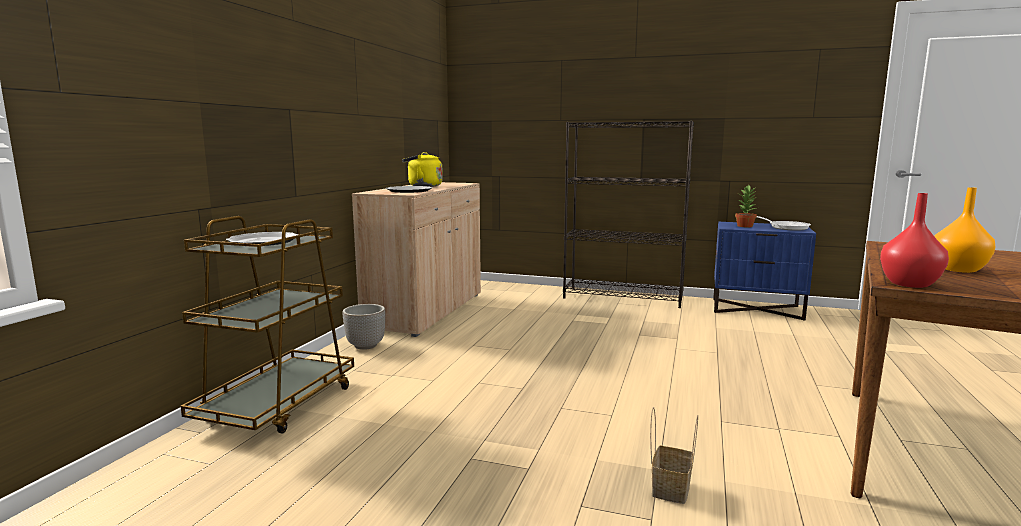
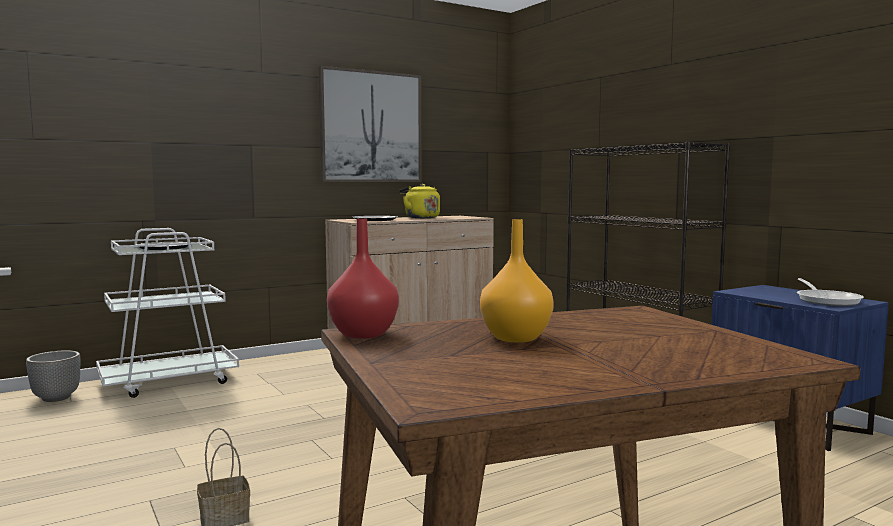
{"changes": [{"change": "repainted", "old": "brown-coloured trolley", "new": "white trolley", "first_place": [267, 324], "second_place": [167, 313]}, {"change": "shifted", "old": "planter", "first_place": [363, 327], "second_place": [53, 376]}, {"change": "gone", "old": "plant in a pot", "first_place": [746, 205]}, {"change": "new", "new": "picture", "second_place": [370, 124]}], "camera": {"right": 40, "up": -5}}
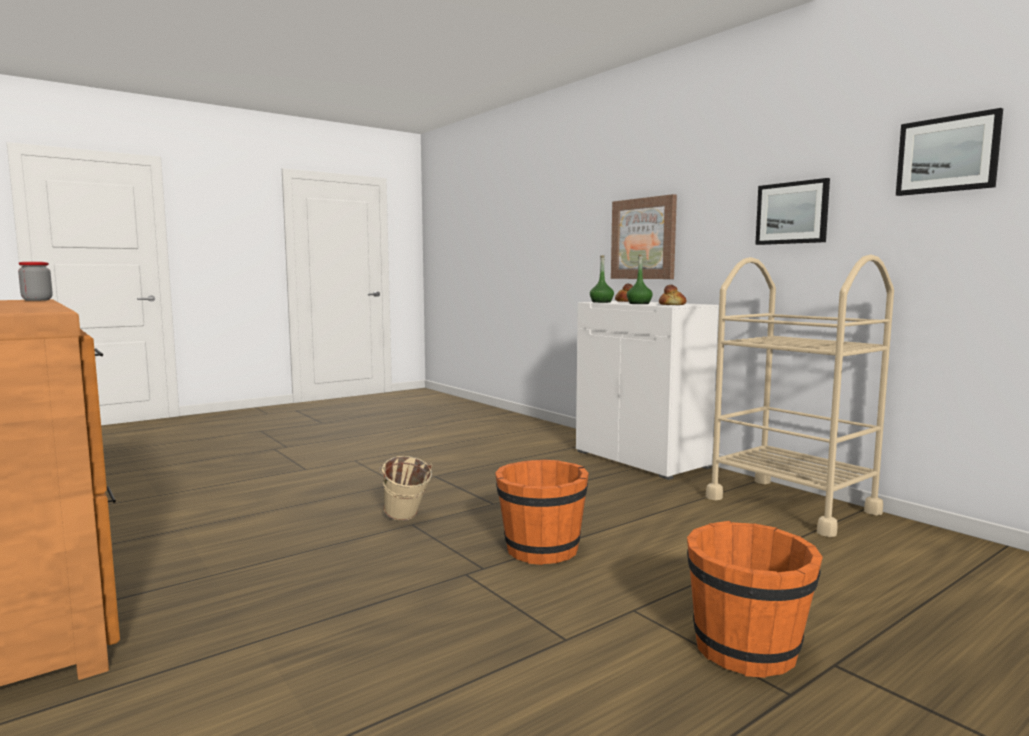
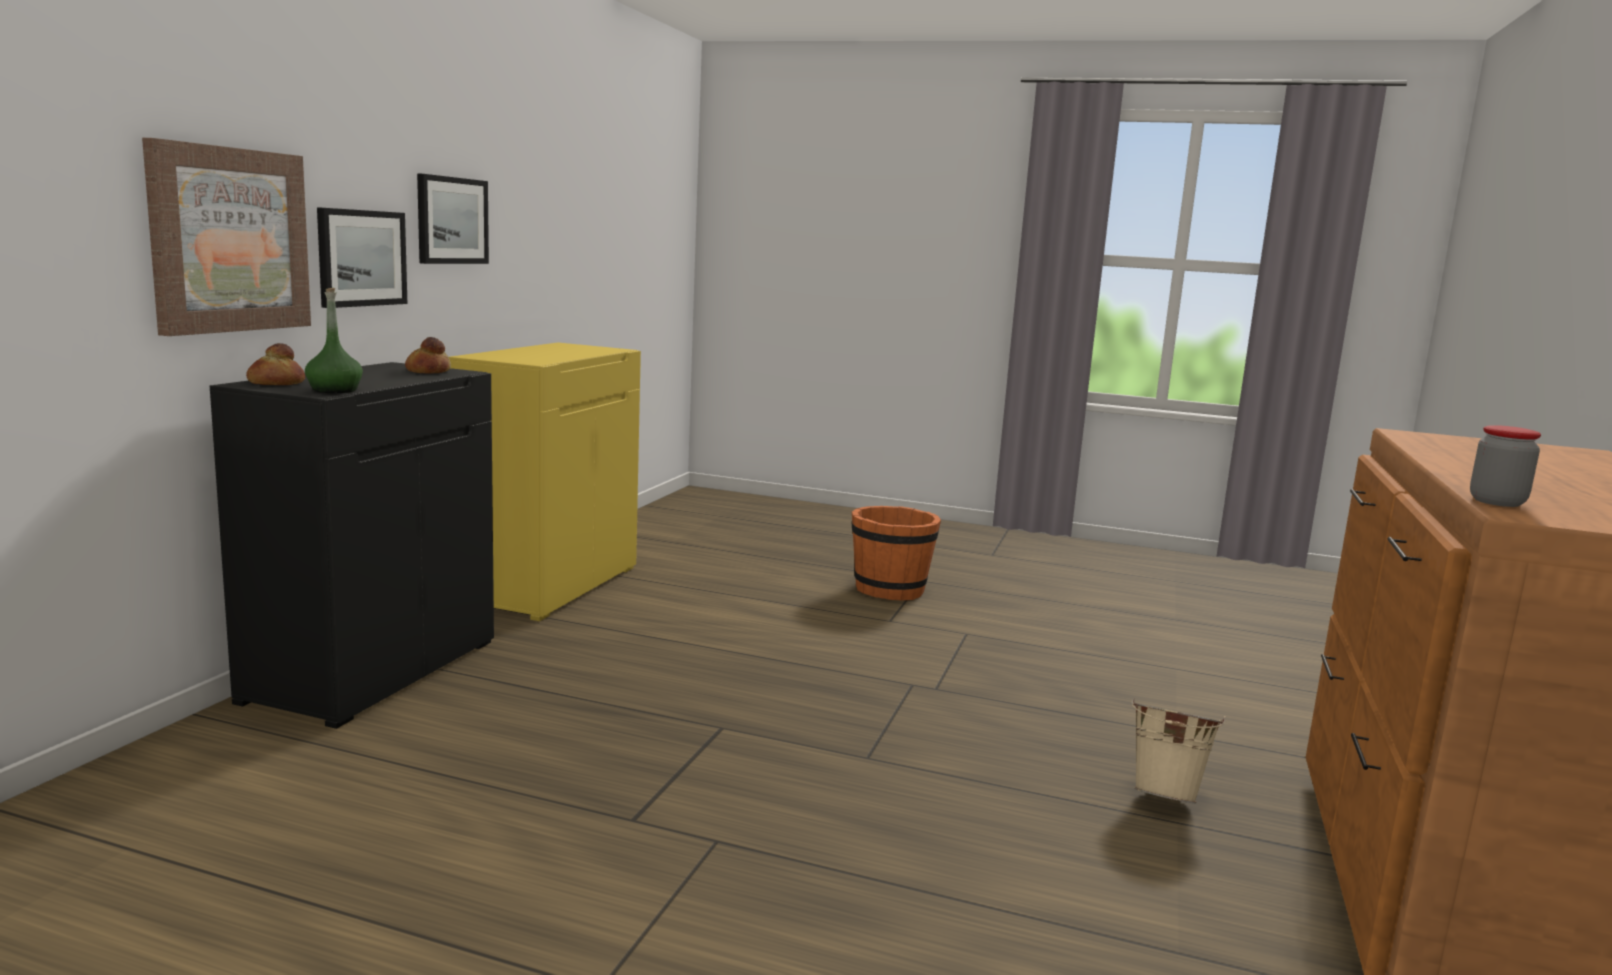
{"changes": [{"change": "shifted", "old": "sand-coloured pail", "first_place": [405, 488], "second_place": [1179, 750]}, {"change": "gone", "old": "orange pail", "first_place": [542, 512]}, {"change": "repainted", "old": "white cabinet", "new": "blackish cabinet", "first_place": [647, 390], "second_place": [352, 545]}, {"change": "gone", "old": "green beverage bottle", "first_place": [640, 279]}, {"change": "swapped", "old": "sand-coloured trolley", "new": "yellowish cabinet", "first_place": [800, 395], "second_place": [545, 482]}, {"change": "shifted", "old": "picture", "first_place": [949, 152], "second_place": [362, 257]}], "camera": {"right": -125, "up": 5}}
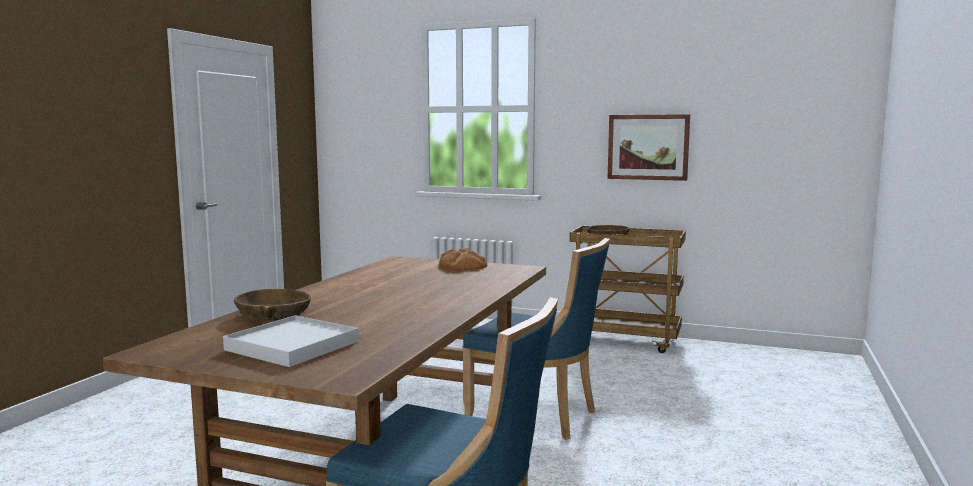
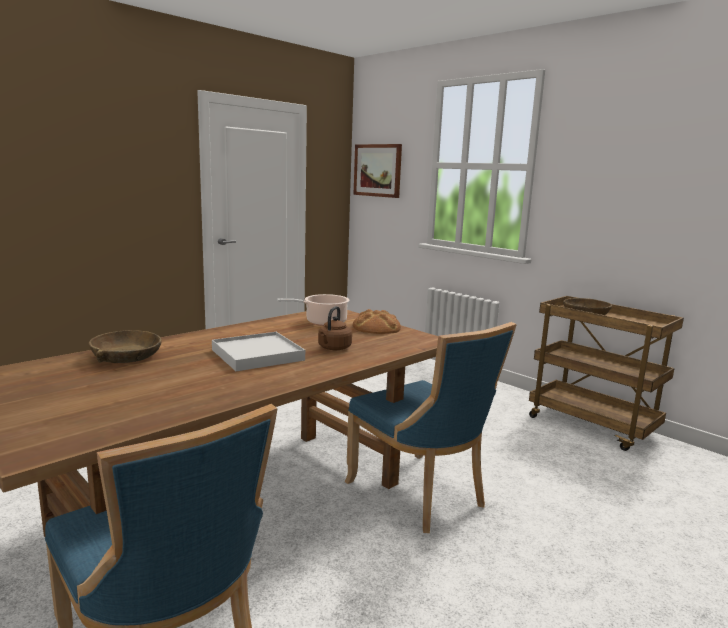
{"changes": [{"change": "shifted", "old": "white serving tray", "first_place": [291, 341], "second_place": [258, 351]}, {"change": "shifted", "old": "picture", "first_place": [649, 147], "second_place": [377, 171]}, {"change": "new", "new": "cooking pot", "second_place": [313, 310]}, {"change": "new", "new": "brown-coloured kettle", "second_place": [335, 328]}], "camera": {"right": 25, "up": 5}}
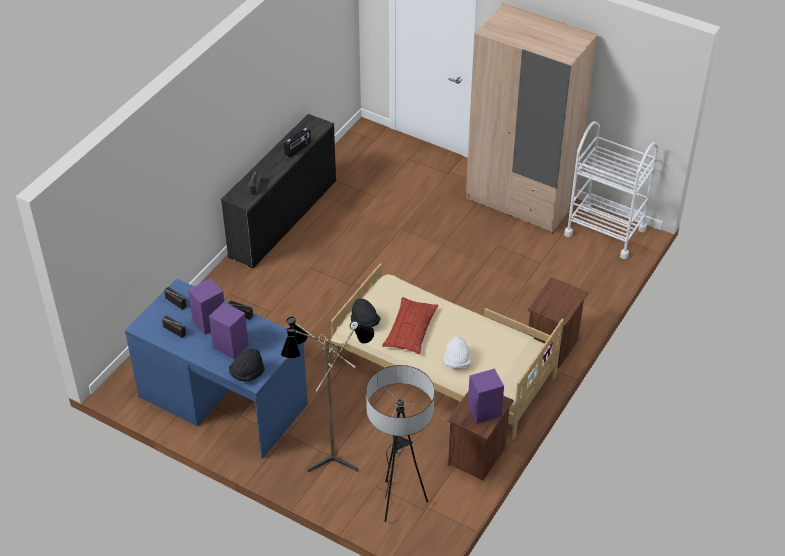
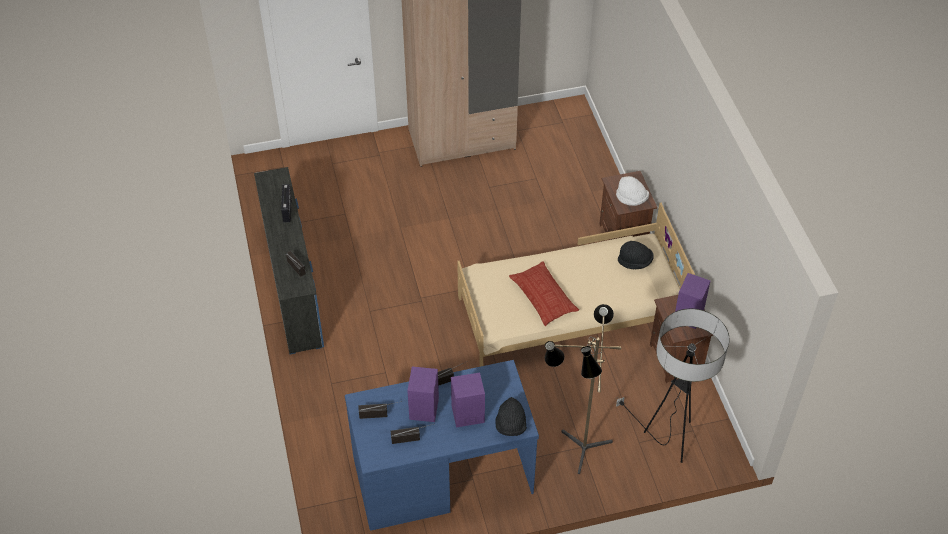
{"changes": [{"change": "repainted", "old": "blackish drawer chest", "new": "bluish drawer chest", "first_place": [278, 190], "second_place": [289, 260]}, {"change": "shifted", "old": "blackish hat", "first_place": [366, 313], "second_place": [636, 255]}, {"change": "shifted", "old": "white hat", "first_place": [457, 352], "second_place": [632, 191]}, {"change": "gone", "old": "white trolley", "first_place": [611, 190]}], "camera": {"right": -45, "up": 5}}
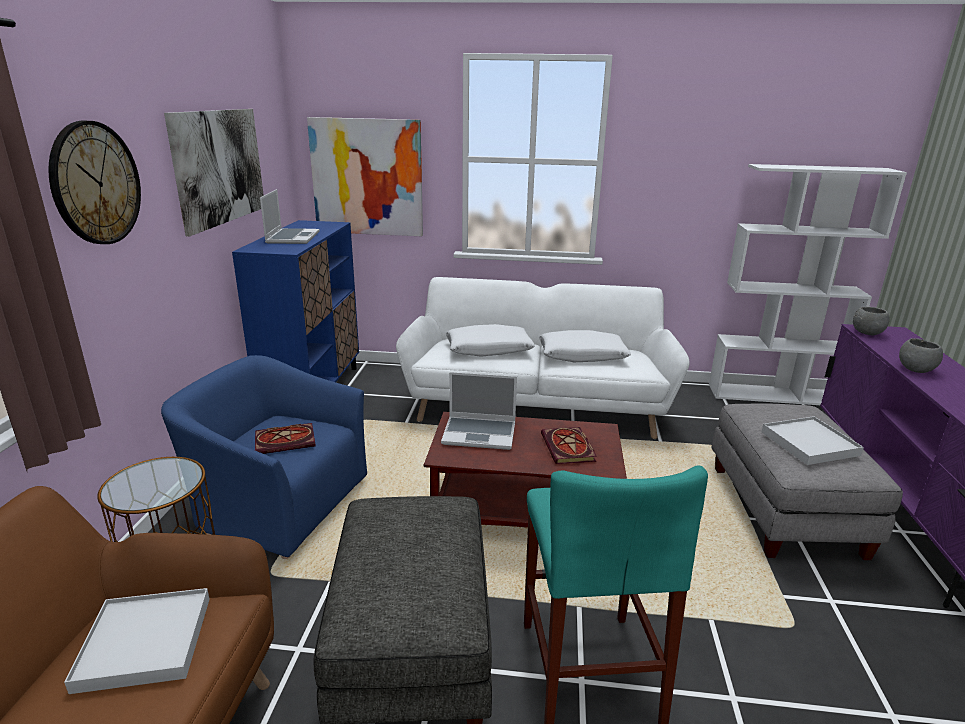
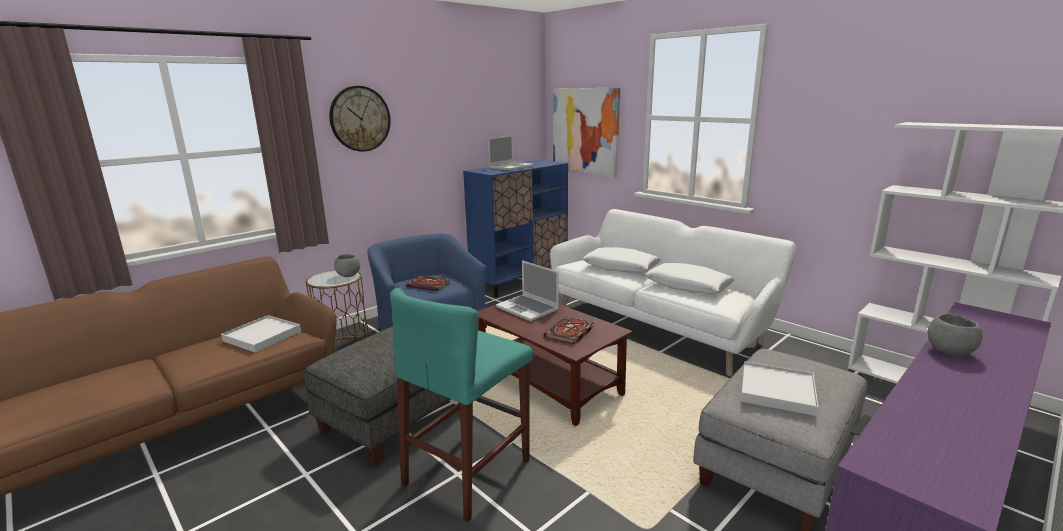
{"changes": [{"change": "gone", "old": "picture", "first_place": [214, 173]}, {"change": "shifted", "old": "grey serving bowl", "first_place": [871, 321], "second_place": [347, 265]}], "camera": {"right": 40, "up": -5}}
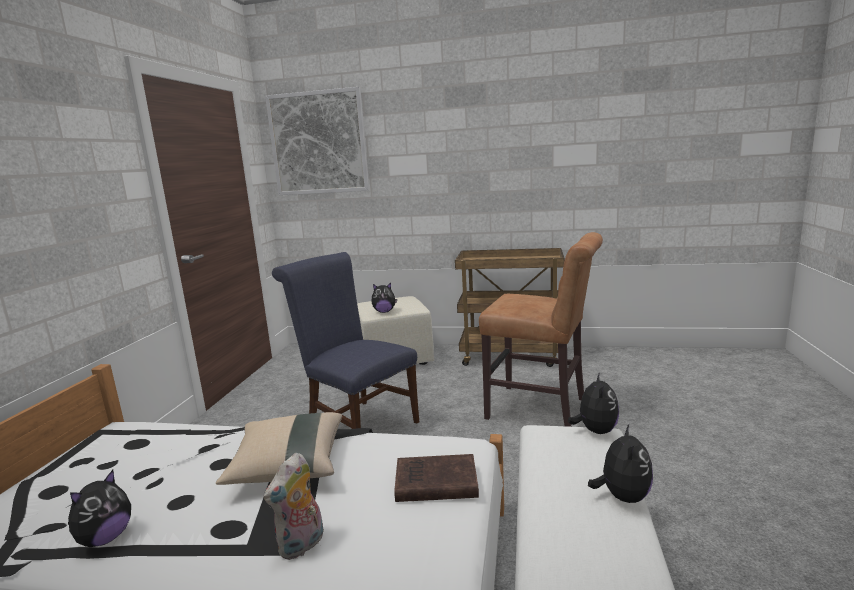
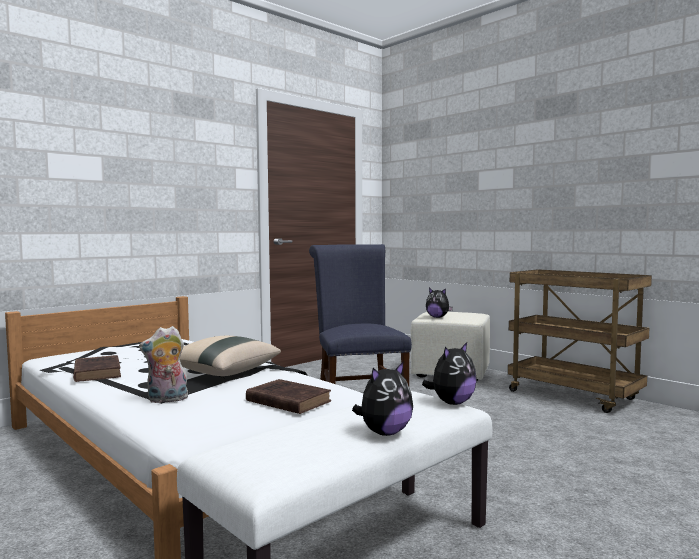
{"changes": [{"change": "swapped", "old": "cuddly toy", "new": "brown-coloured volume", "first_place": [99, 508], "second_place": [97, 368]}, {"change": "gone", "old": "picture", "first_place": [317, 141]}, {"change": "gone", "old": "brown-coloured plain chair", "first_place": [541, 329]}], "camera": {"right": 35, "up": -10}}
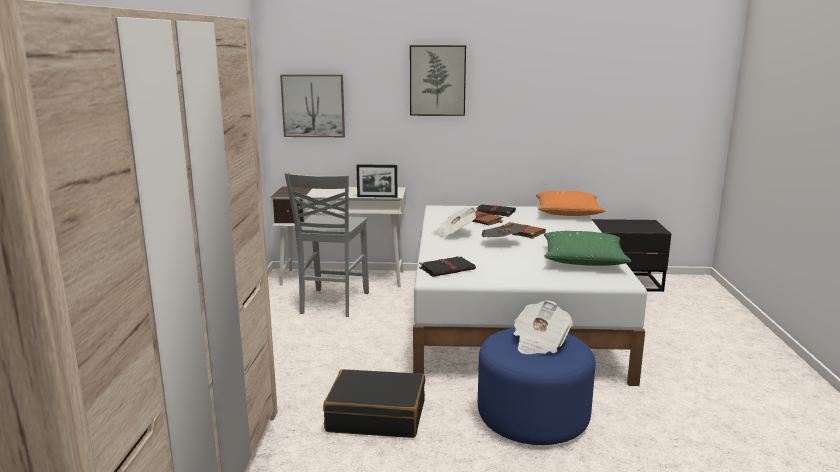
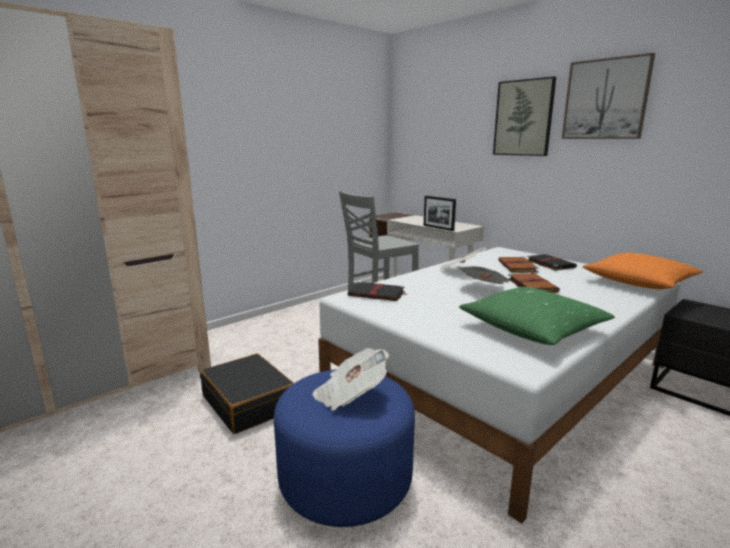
{"changes": [{"change": "shifted", "old": "picture", "first_place": [312, 105], "second_place": [608, 96]}], "camera": {"right": 45, "up": 0}}
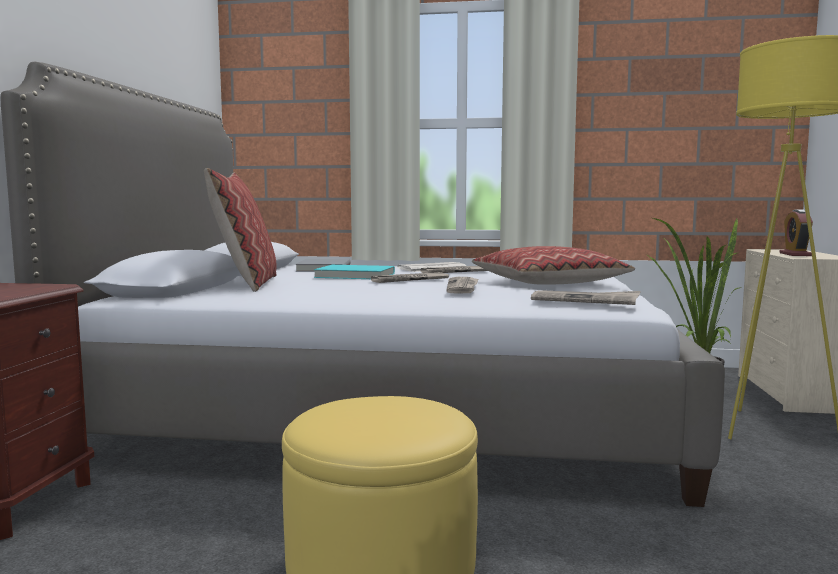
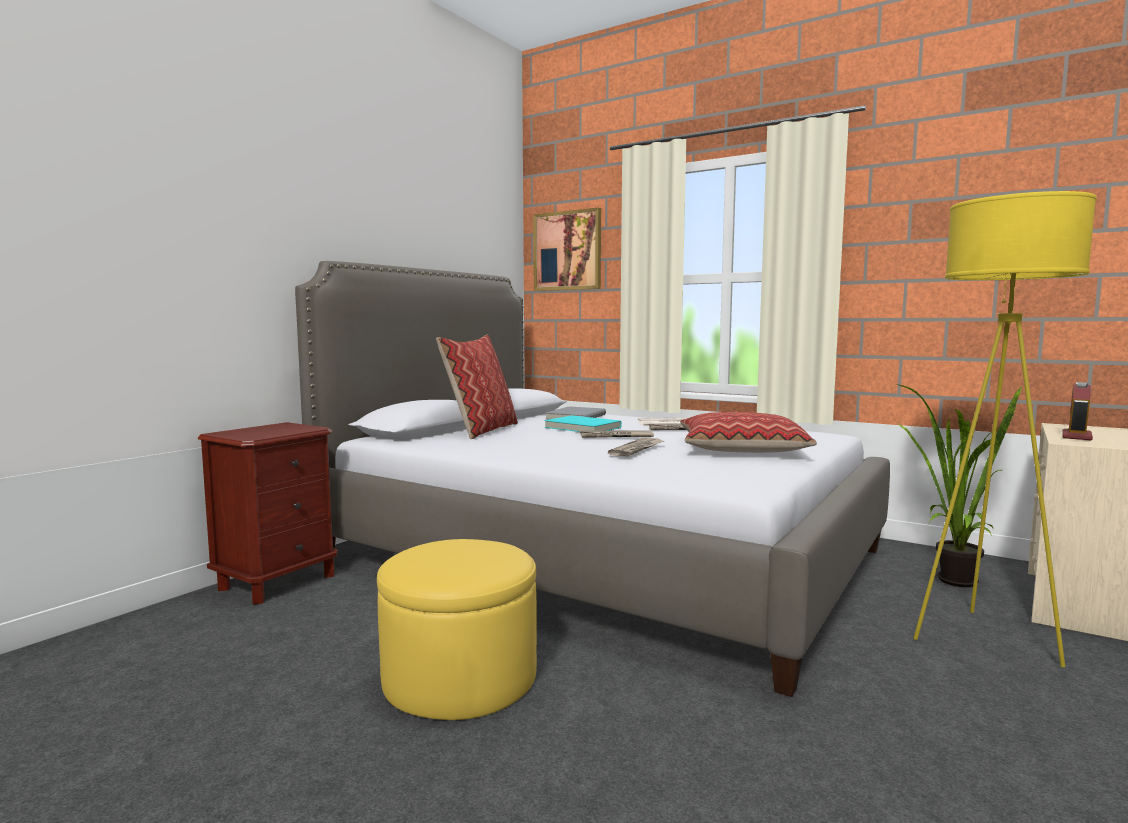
{"changes": [{"change": "gone", "old": "newspaper", "first_place": [585, 297]}, {"change": "new", "new": "picture", "second_place": [567, 249]}], "camera": {"right": 25, "up": 0}}
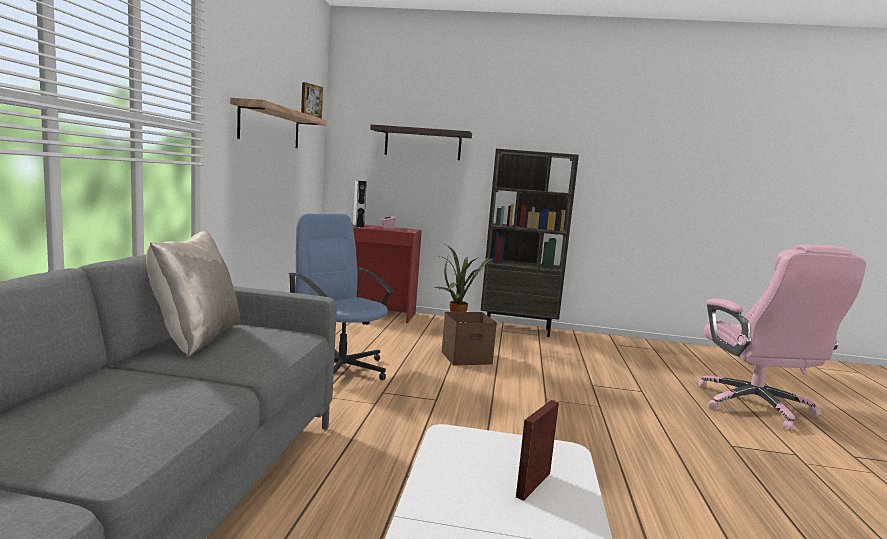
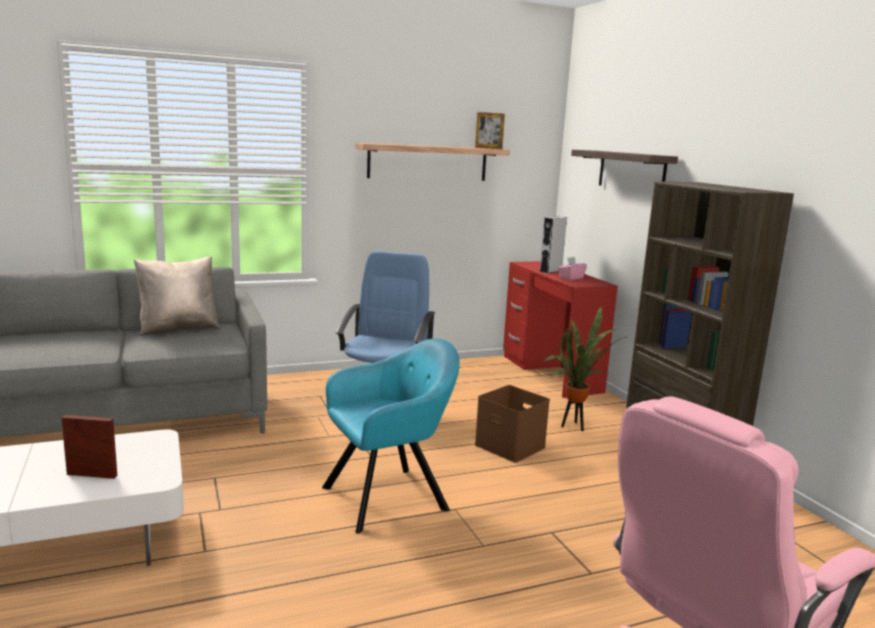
{"changes": [{"change": "new", "new": "blue-green lounge chair", "second_place": [391, 436]}], "camera": {"right": 60, "up": 5}}
